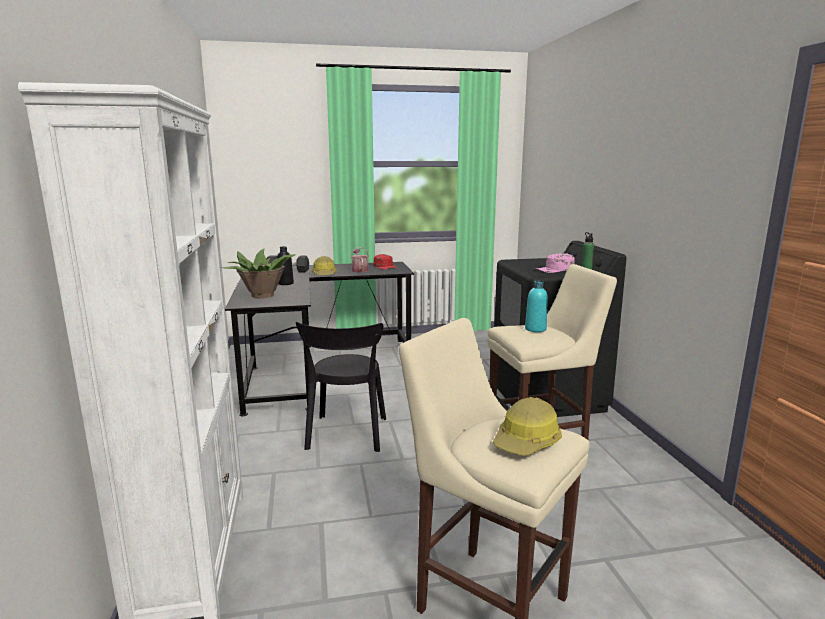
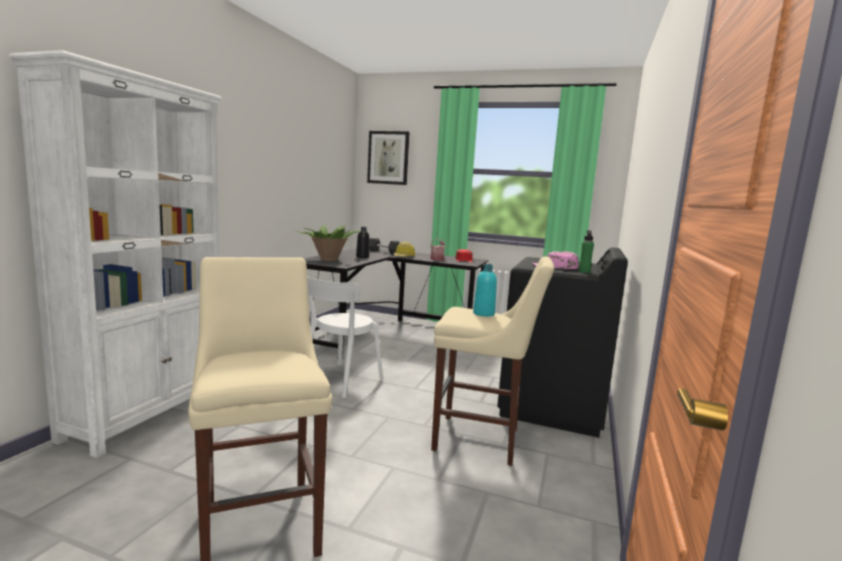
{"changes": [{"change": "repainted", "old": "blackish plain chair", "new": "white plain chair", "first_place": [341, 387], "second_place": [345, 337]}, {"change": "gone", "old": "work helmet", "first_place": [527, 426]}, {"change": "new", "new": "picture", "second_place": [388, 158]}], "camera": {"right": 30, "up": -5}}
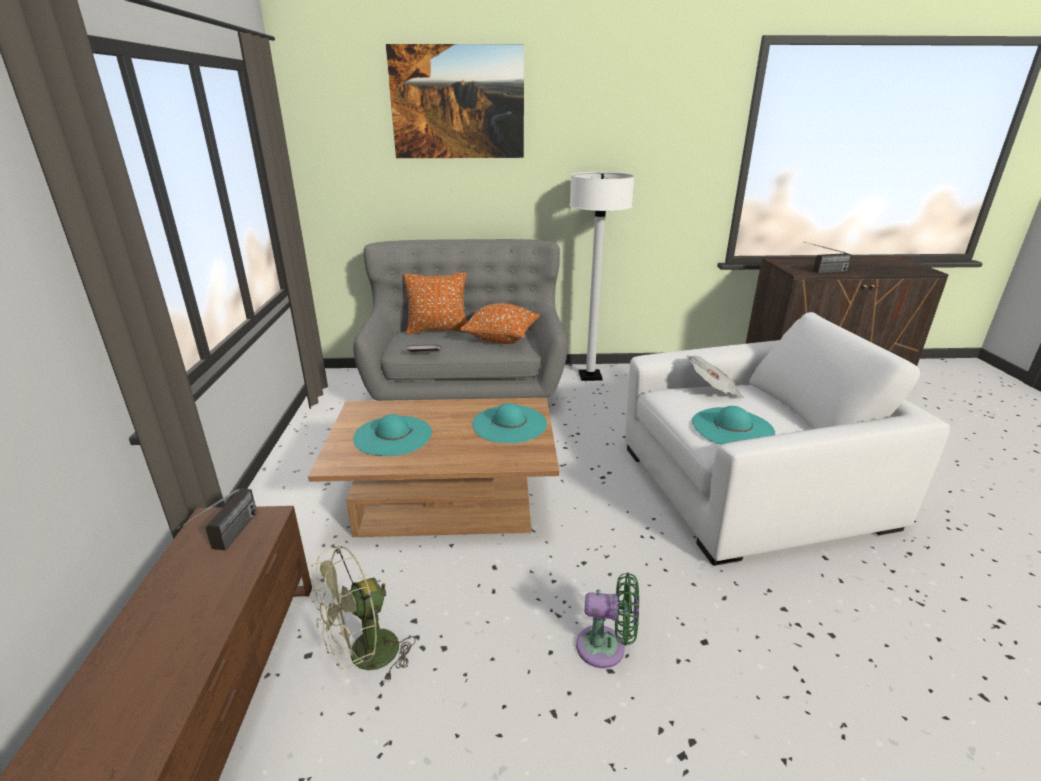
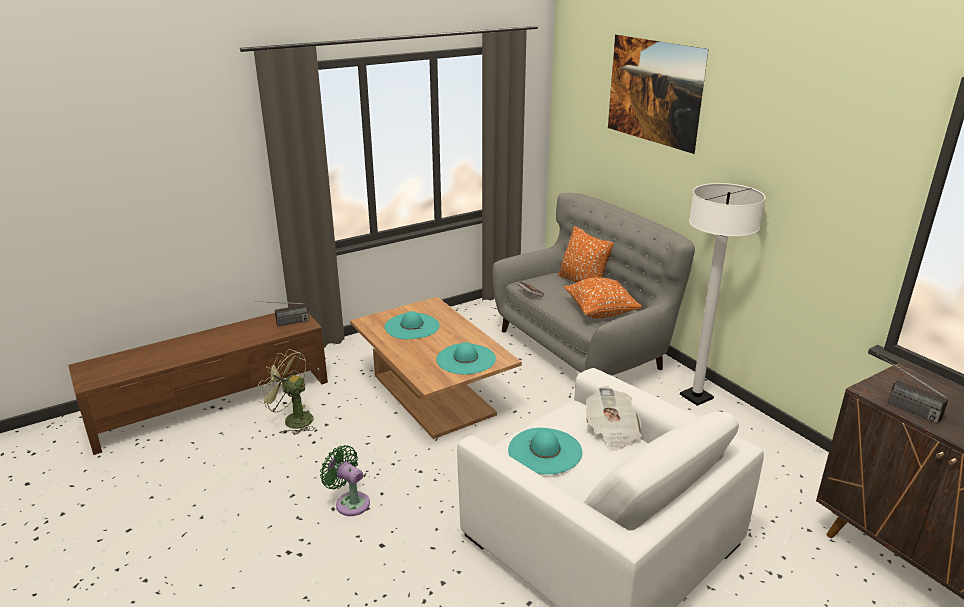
{"changes": [{"change": "rotated", "old": "green fan", "first_place": [607, 620], "second_place": [345, 480], "degrees": 150}], "camera": {"right": 60, "up": 0}}
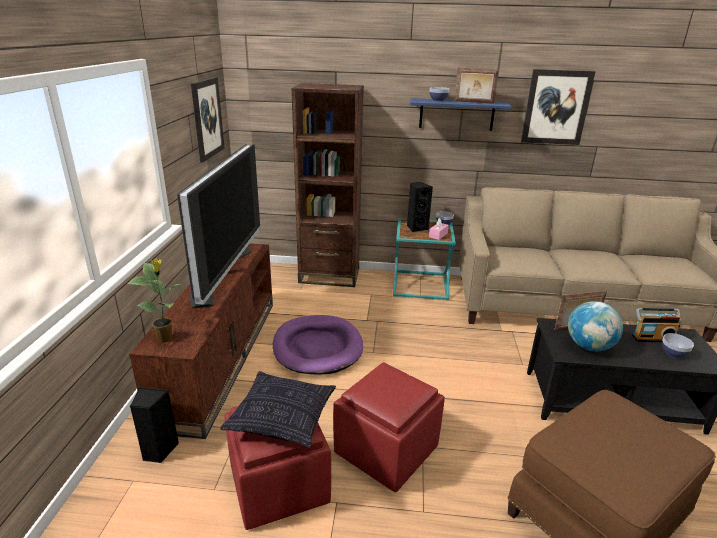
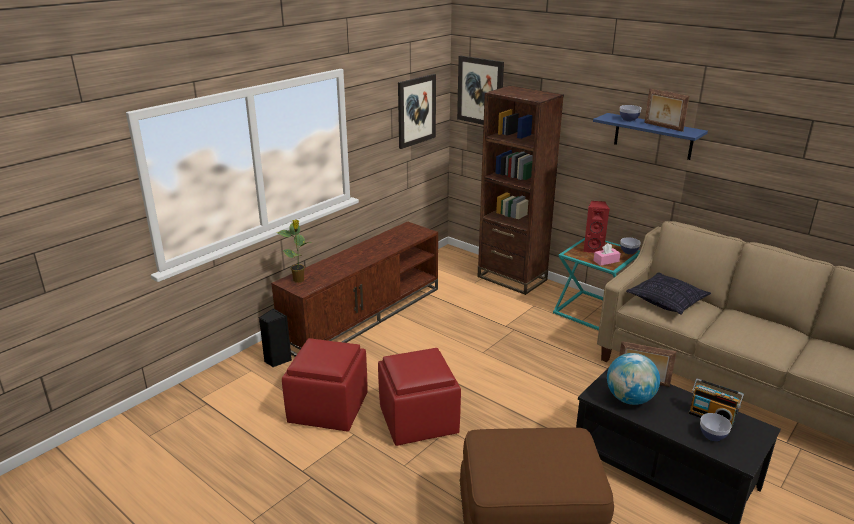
{"changes": [{"change": "gone", "old": "TV", "first_place": [218, 226]}, {"change": "shifted", "old": "pillow", "first_place": [278, 409], "second_place": [668, 293]}, {"change": "gone", "old": "purple-coloured pet bed", "first_place": [318, 345]}, {"change": "repainted", "old": "blackish loudspeaker", "new": "red loudspeaker", "first_place": [420, 207], "second_place": [596, 227]}, {"change": "shifted", "old": "picture", "first_place": [558, 107], "second_place": [480, 90]}], "camera": {"right": 35, "up": 0}}
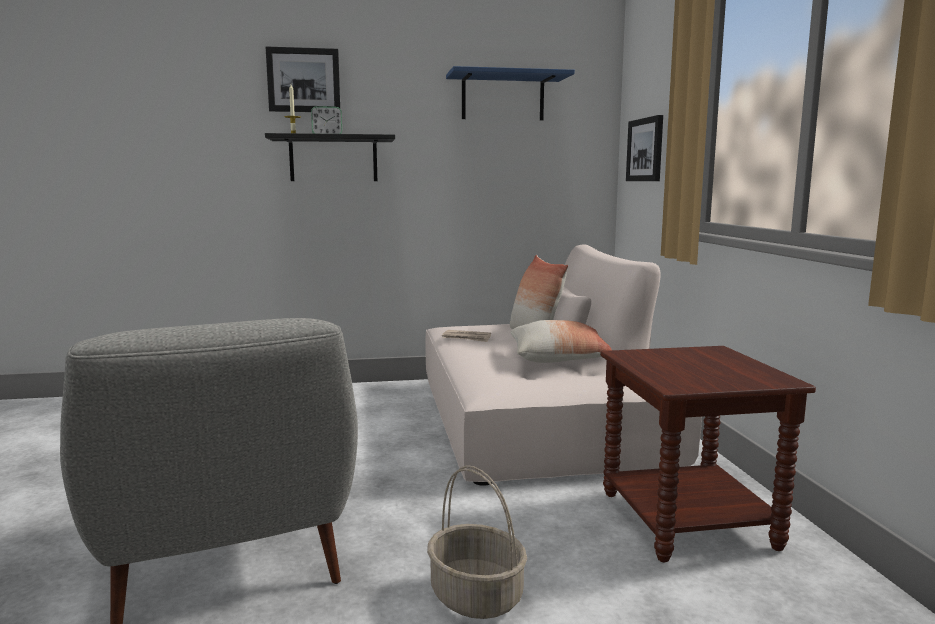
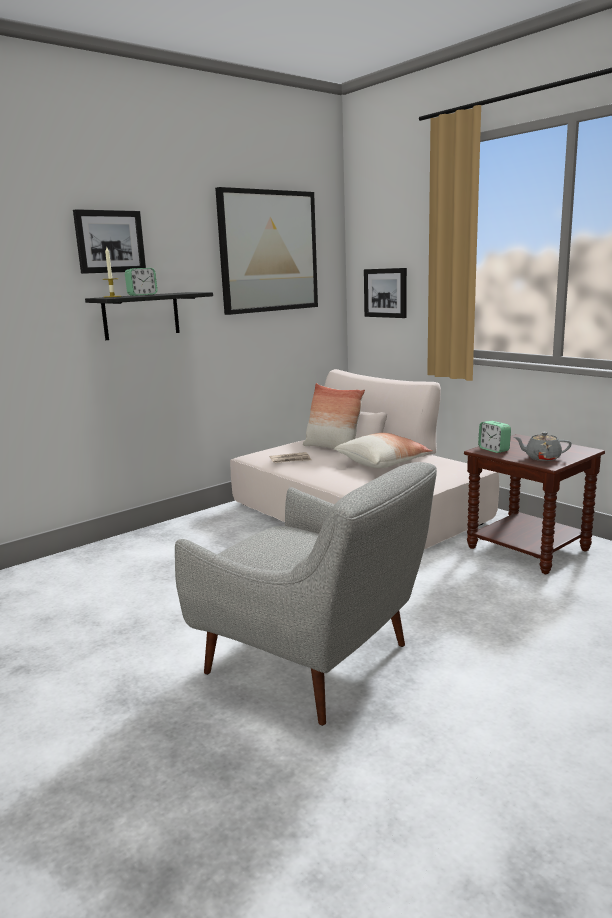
{"changes": [{"change": "gone", "old": "basket", "first_place": [477, 542]}, {"change": "swapped", "old": "bluish shelf", "new": "picture", "first_place": [510, 93], "second_place": [266, 251]}, {"change": "new", "new": "bedside clock", "second_place": [494, 437]}, {"change": "new", "new": "grey tea pot", "second_place": [543, 446]}], "camera": {"right": -30, "up": 5}}
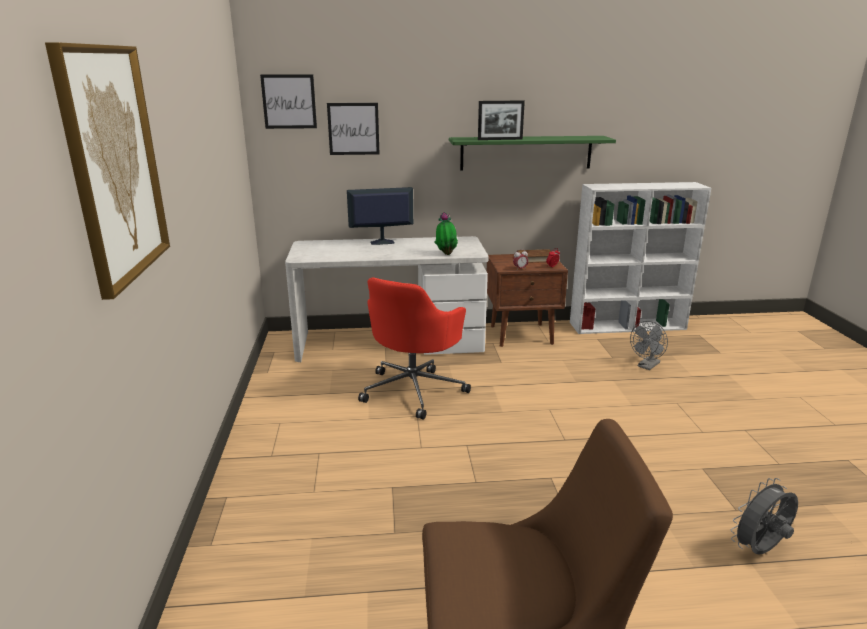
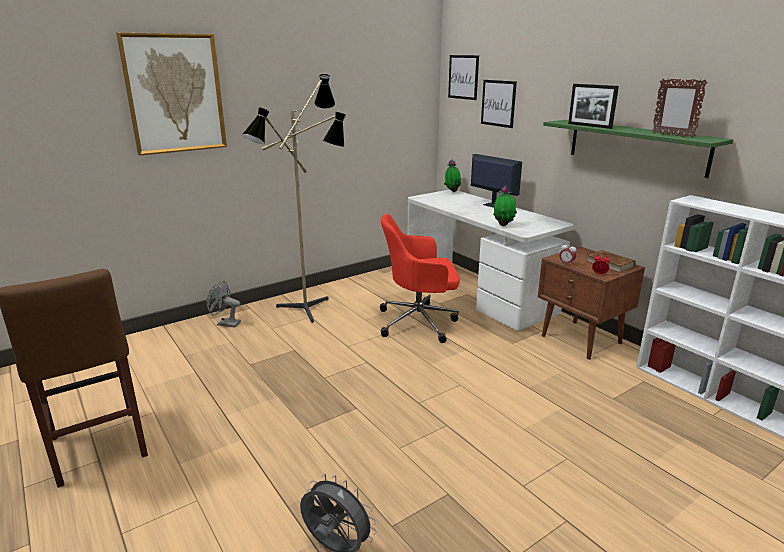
{"changes": [{"change": "shifted", "old": "grey fan", "first_place": [649, 345], "second_place": [223, 304]}, {"change": "new", "new": "standard lamp", "second_place": [294, 198]}, {"change": "new", "new": "plant in a pot", "second_place": [452, 175]}, {"change": "new", "new": "picture frame", "second_place": [679, 108]}], "camera": {"right": 60, "up": 0}}
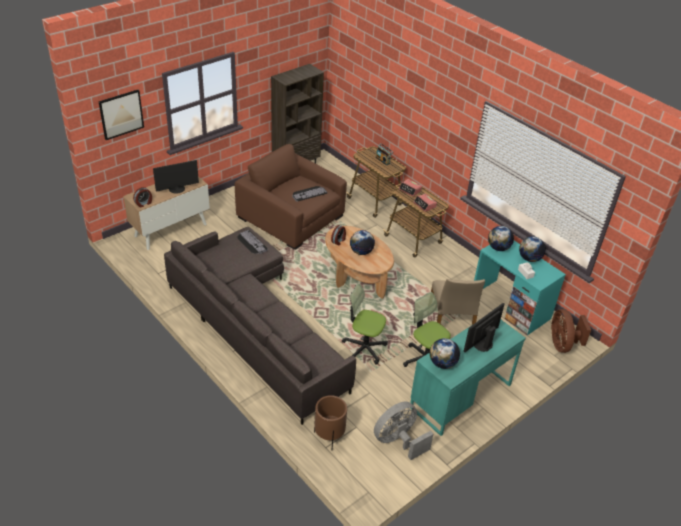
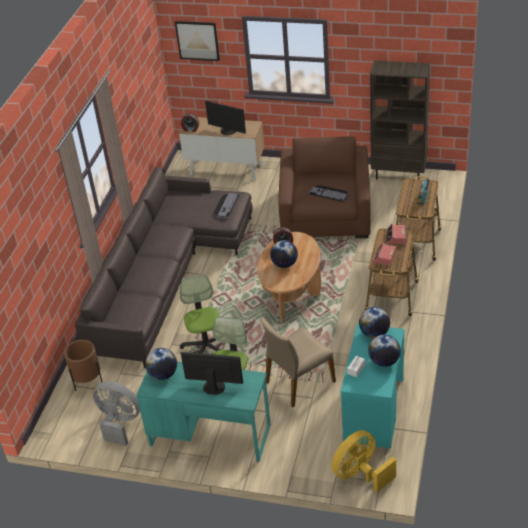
{"changes": [{"change": "repainted", "old": "brown-coloured fan", "new": "yellowish fan", "first_place": [571, 331], "second_place": [364, 461]}], "camera": {"right": 60, "up": 0}}
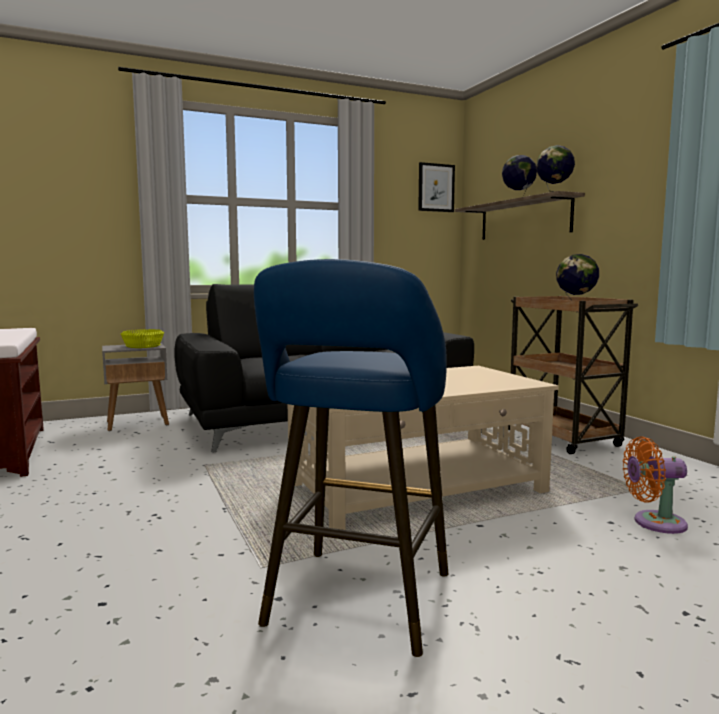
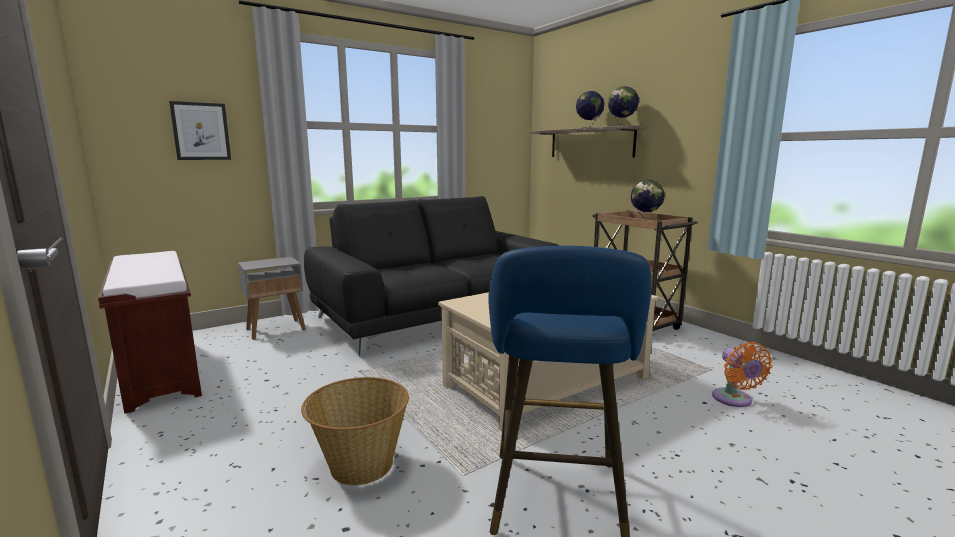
{"changes": [{"change": "gone", "old": "yellowish serving bowl", "first_place": [142, 338]}, {"change": "shifted", "old": "picture", "first_place": [436, 187], "second_place": [200, 130]}, {"change": "rotated", "old": "orange fan", "first_place": [655, 485], "second_place": [742, 374], "degrees": -90}, {"change": "new", "new": "basket", "second_place": [355, 431]}], "camera": {"right": -10, "up": 5}}
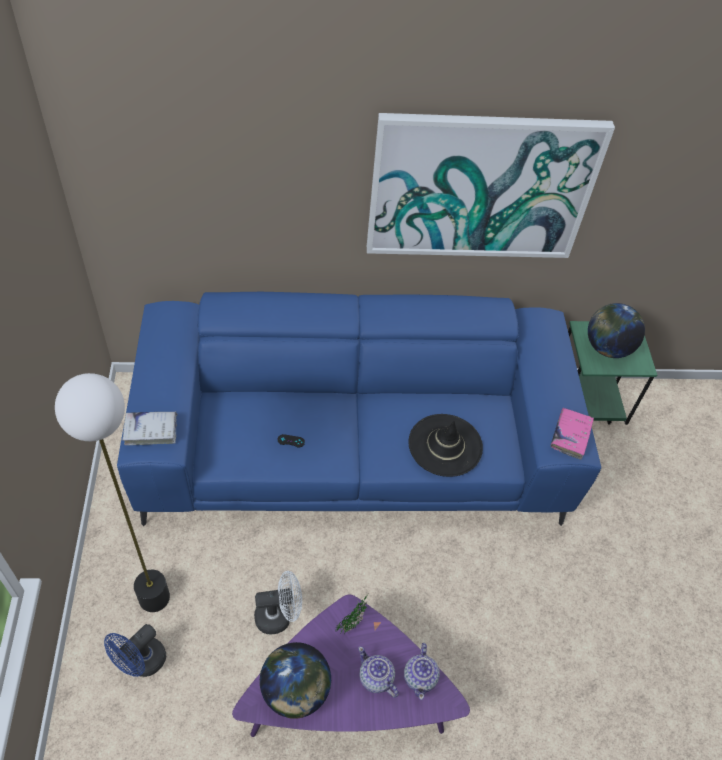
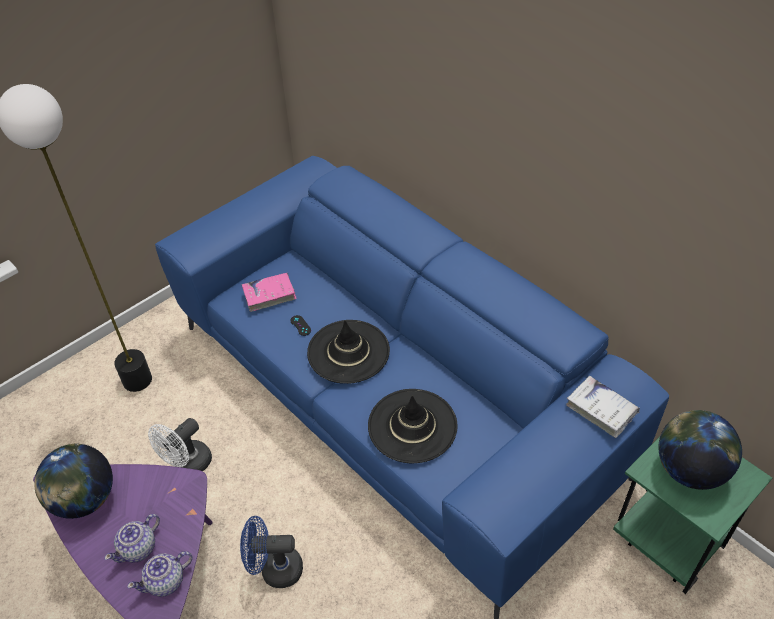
{"changes": [{"change": "shifted", "old": "bluish fan", "first_place": [135, 650], "second_place": [271, 552]}, {"change": "shifted", "old": "white volume", "first_place": [149, 428], "second_place": [603, 407]}, {"change": "rotated", "old": "white fan", "first_place": [278, 602], "second_place": [180, 444], "degrees": 90}, {"change": "gone", "old": "plant in a pot", "first_place": [351, 615]}, {"change": "rotated", "old": "tea pot", "first_place": [378, 672], "second_place": [132, 538], "degrees": -150}, {"change": "gone", "old": "picture", "first_place": [491, 185]}, {"change": "shifted", "old": "pink-coloured volume", "first_place": [572, 434], "second_place": [269, 292]}, {"change": "new", "new": "blackish hat", "second_place": [348, 352]}], "camera": {"right": 55, "up": -5}}
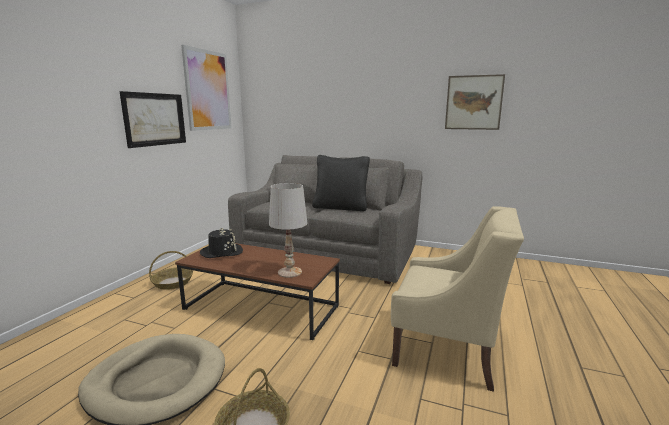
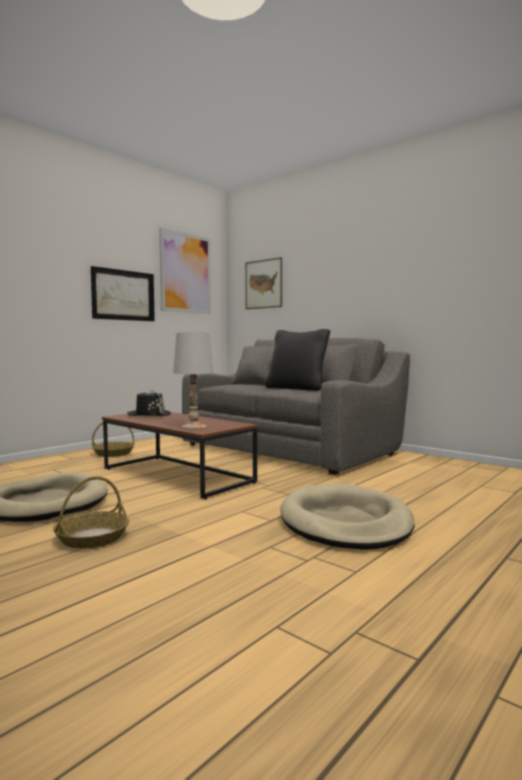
{"changes": [{"change": "swapped", "old": "sand-coloured lounge chair", "new": "sand-coloured pet bed", "first_place": [457, 299], "second_place": [347, 516]}, {"change": "shifted", "old": "picture", "first_place": [475, 102], "second_place": [263, 283]}], "camera": {"right": 20, "up": -10}}
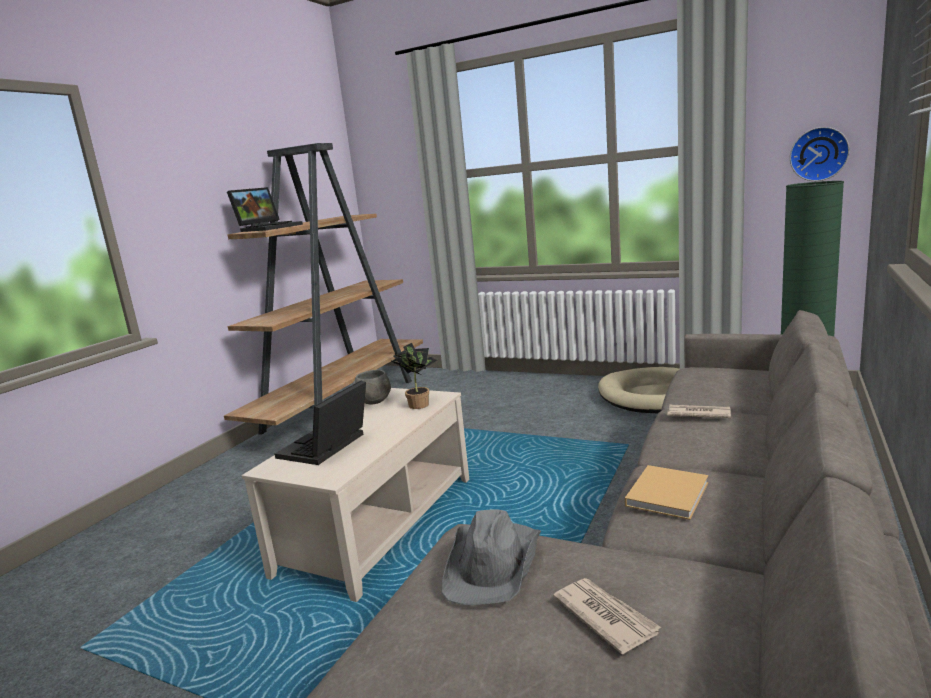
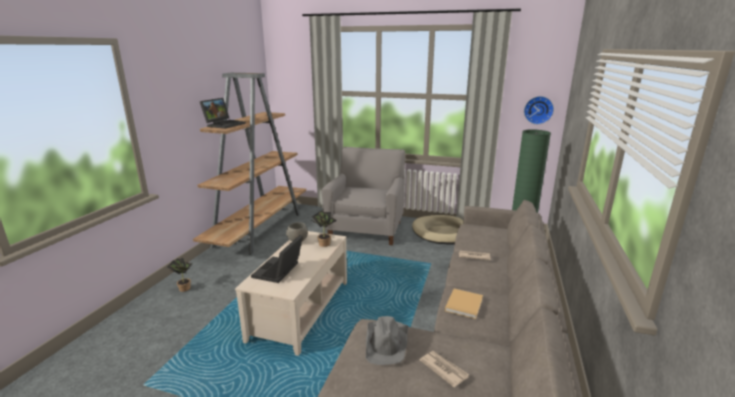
{"changes": [{"change": "new", "new": "plant in a pot", "second_place": [180, 275]}, {"change": "new", "new": "grey lounge chair", "second_place": [363, 196]}], "camera": {"right": -10, "up": 5}}
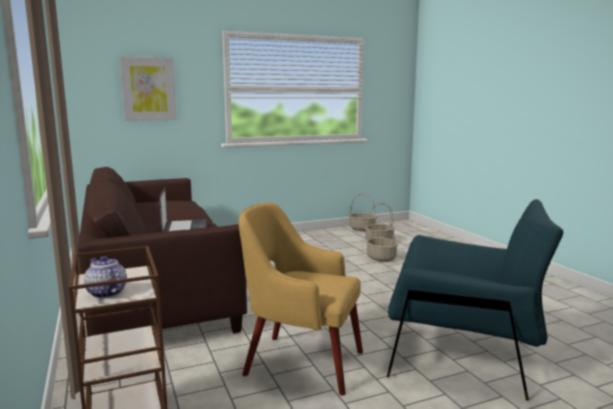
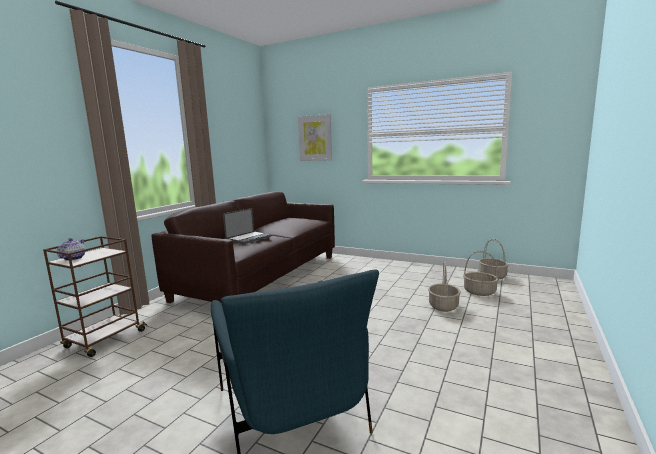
{"changes": [{"change": "gone", "old": "yellowish lounge chair", "first_place": [301, 299]}], "camera": {"right": 50, "up": 0}}
